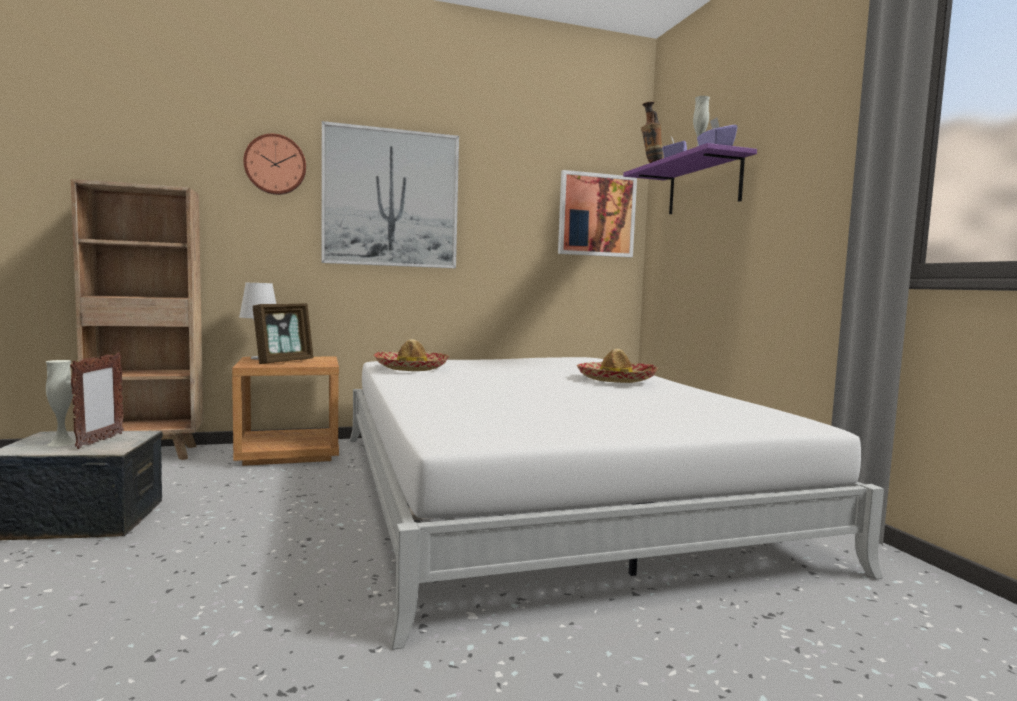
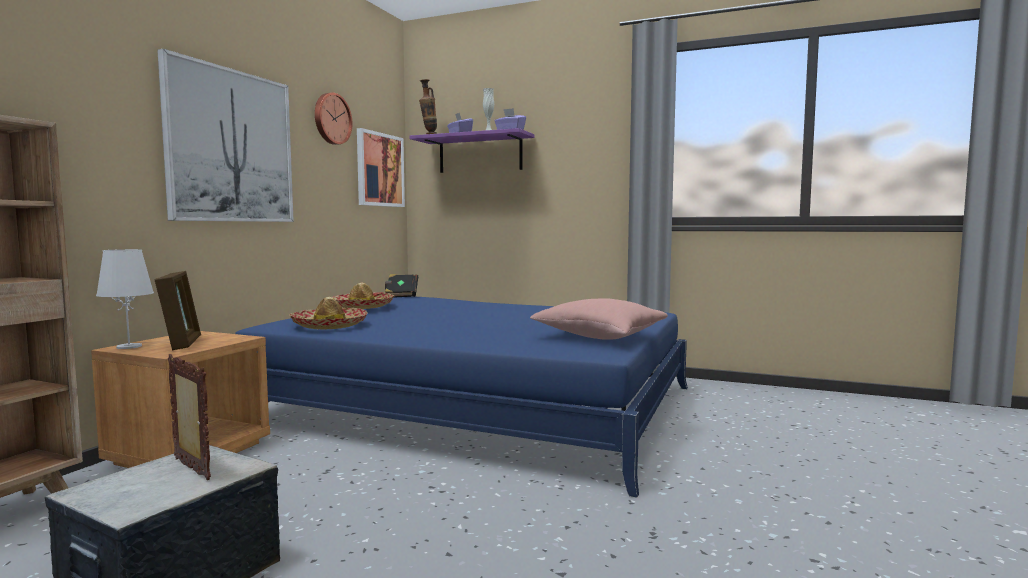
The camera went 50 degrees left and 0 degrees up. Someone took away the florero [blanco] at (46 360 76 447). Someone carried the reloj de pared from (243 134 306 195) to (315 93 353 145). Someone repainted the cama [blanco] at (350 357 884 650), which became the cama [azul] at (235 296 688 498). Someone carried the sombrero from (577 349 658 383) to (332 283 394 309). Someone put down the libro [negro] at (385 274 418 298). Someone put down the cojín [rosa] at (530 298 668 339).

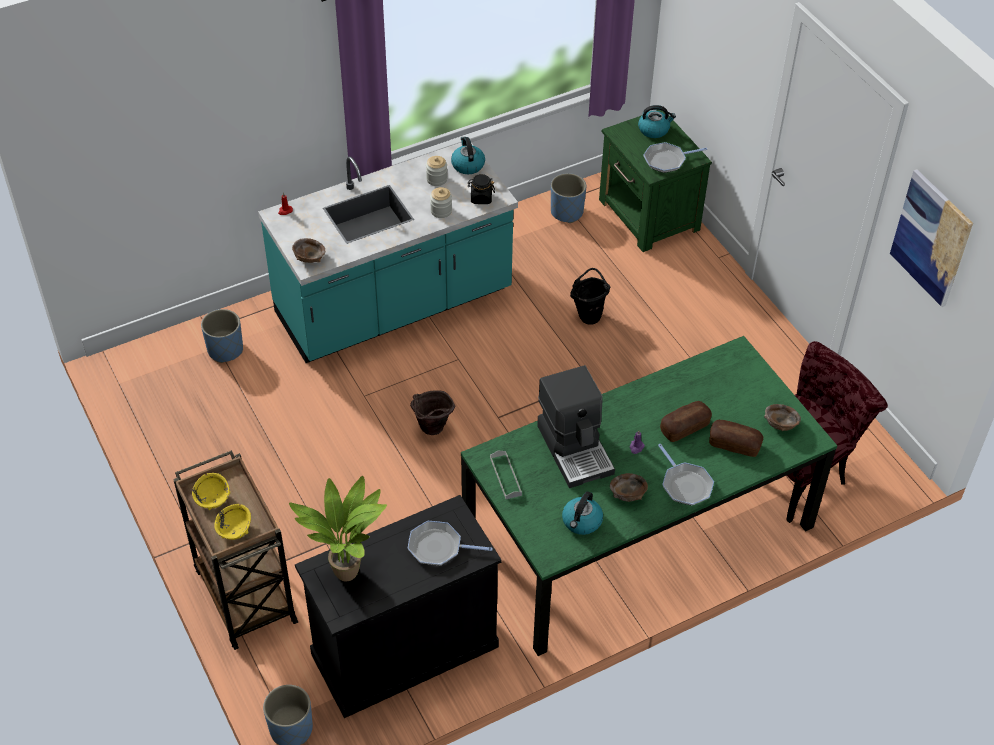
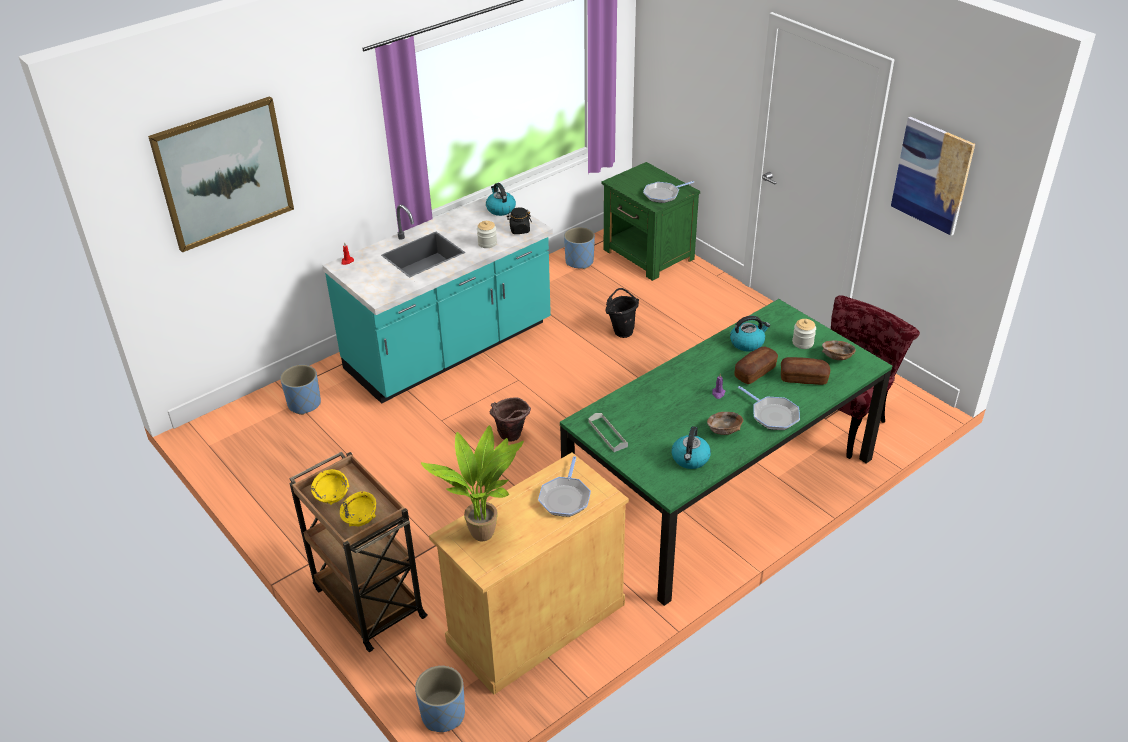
The camera went 10 degrees left and 10 degrees down. Someone took away the cuenco [marrón] at (292 238 325 263). Someone repainted the armario [negro] at (295 495 502 718), which became the armario [beis] at (429 453 629 695). Someone rotated the sartén at (408 521 492 565) by 75 degrees counterclockwise. Someone carried the tarro from (426 156 447 186) to (792 319 816 349). Someone took away the cafetera at (537 365 615 488). Someone carried the hervidor from (638 105 676 138) to (730 316 770 352). Someone put up the cuadro at (148 96 294 252).

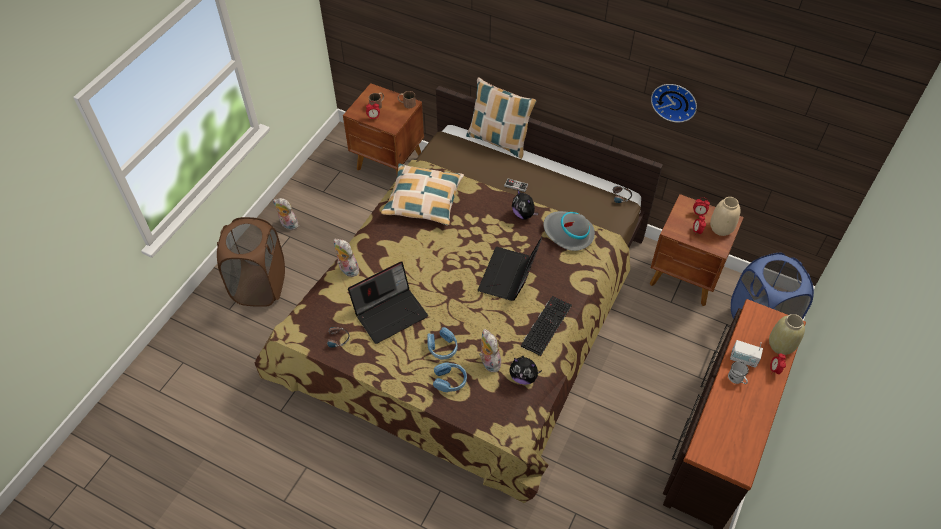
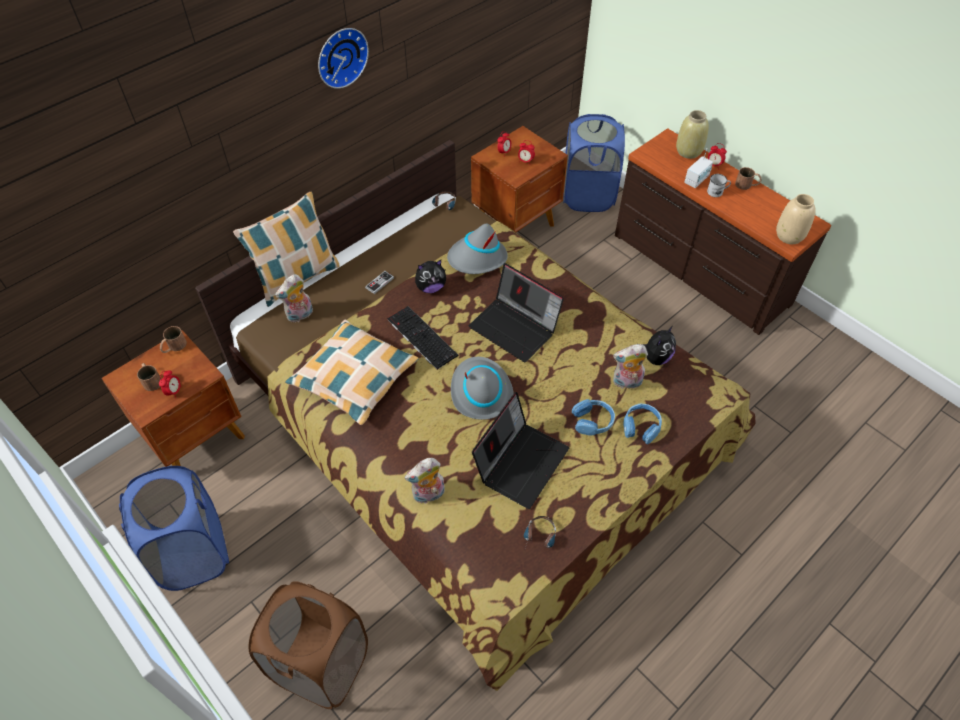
The camera went 70 degrees left and 0 degrees up. Someone carried the peluche from (273 198 299 230) to (275 274 313 322). Someone rotated the portátil at (348 261 428 344) by 45 degrees clockwise. Someone carried the teclado from (521 296 572 356) to (387 306 458 370). Someone carried the reloj de pared from (651 84 697 122) to (318 28 369 89). Someone carried the florero [beis] from (710 197 740 236) to (776 194 816 244). Someone put down the cesto de la ropa [azul] at (119 466 229 591). Someone put down the sombrero [gris] at (451 357 514 420). Someone put down the taza grande [marrón] at (735 167 761 190).

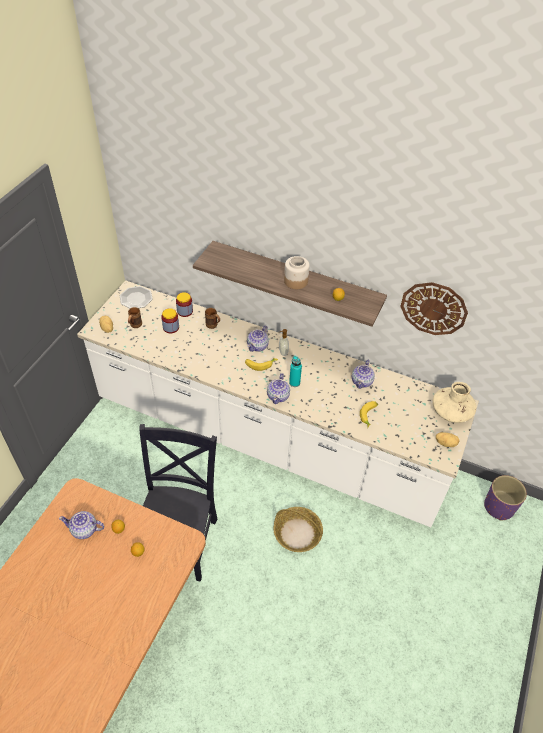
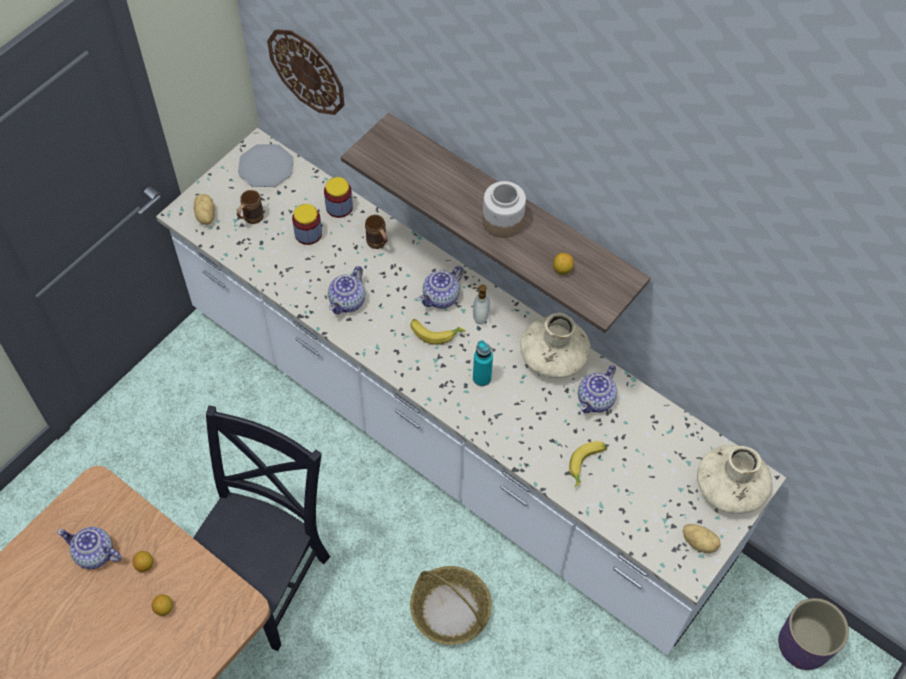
The camera went 15 degrees right and 10 degrees up. Someone carried the tetera from (267 373 290 404) to (328 266 365 314). Someone carried the reloj de pared from (400 282 468 335) to (267 29 344 115). Someone put down the florero [beis] at (520 313 591 378).

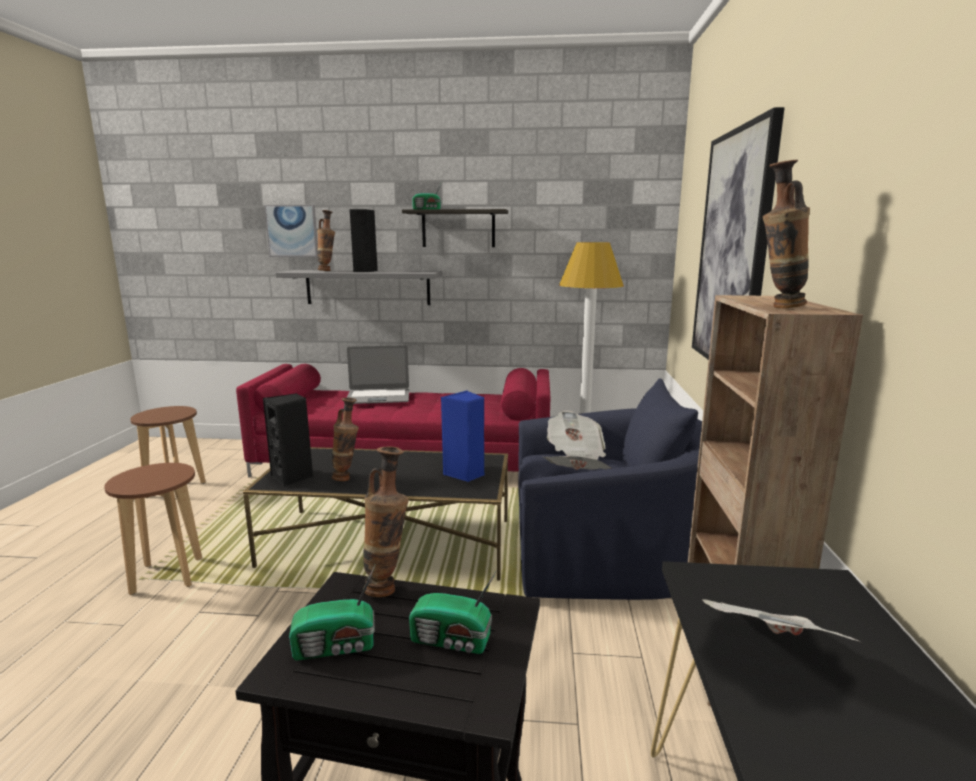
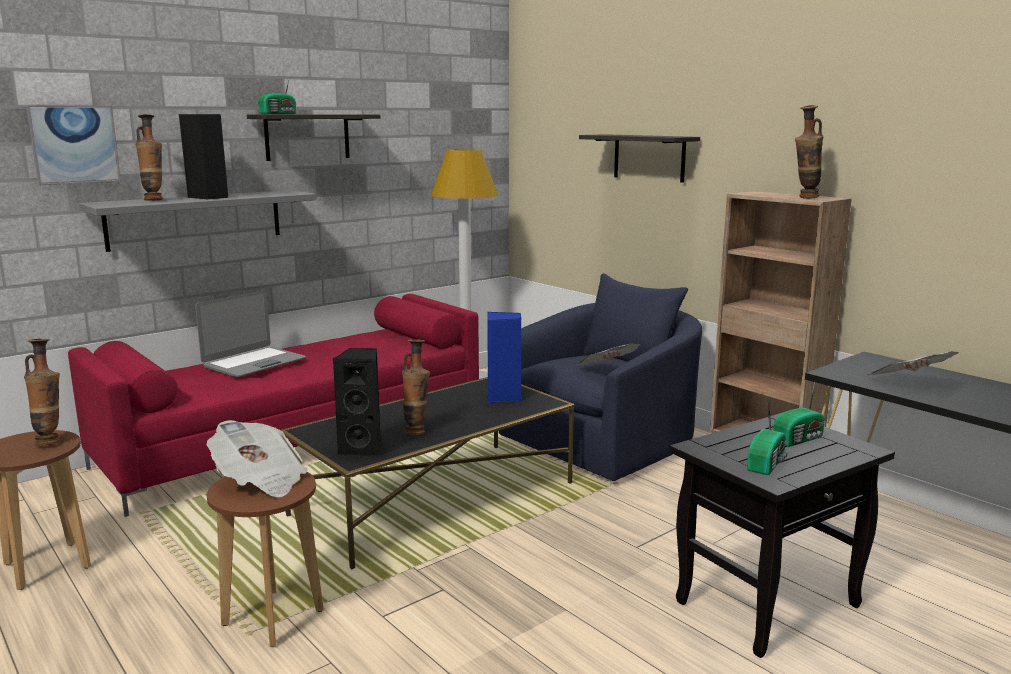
The camera went 45 degrees left and 0 degrees up. Someone carried the florero from (363 447 409 597) to (24 338 60 446). Someone carried the periódico from (547 411 606 460) to (207 420 308 497). Someone swapped the cuadro at (692 107 785 360) for the estante at (579 134 700 183).

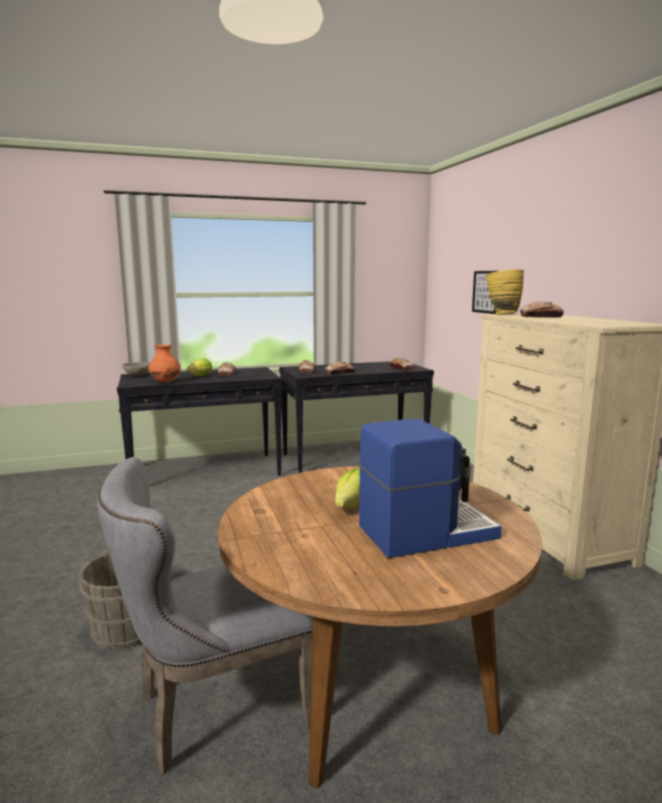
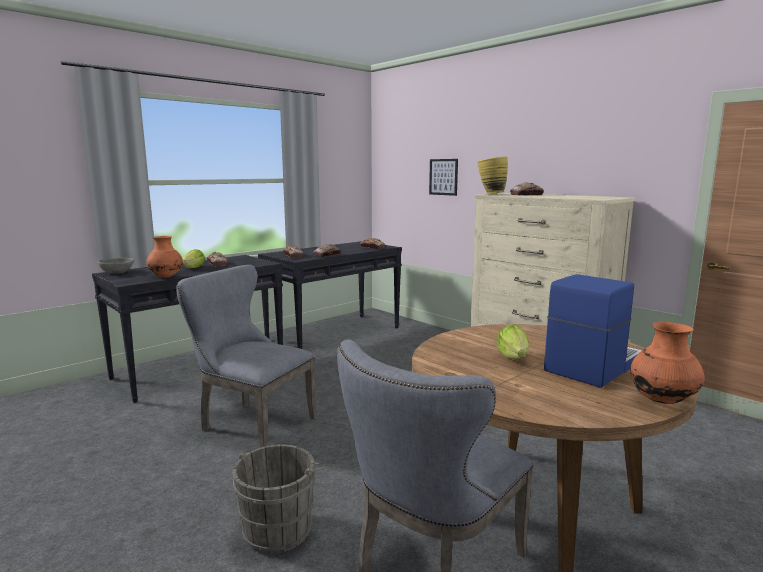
The camera went 25 degrees left and 0 degrees up. Someone put down the silla [gris] at (176 265 317 448). Someone put down the florero [naranja] at (630 322 705 404).

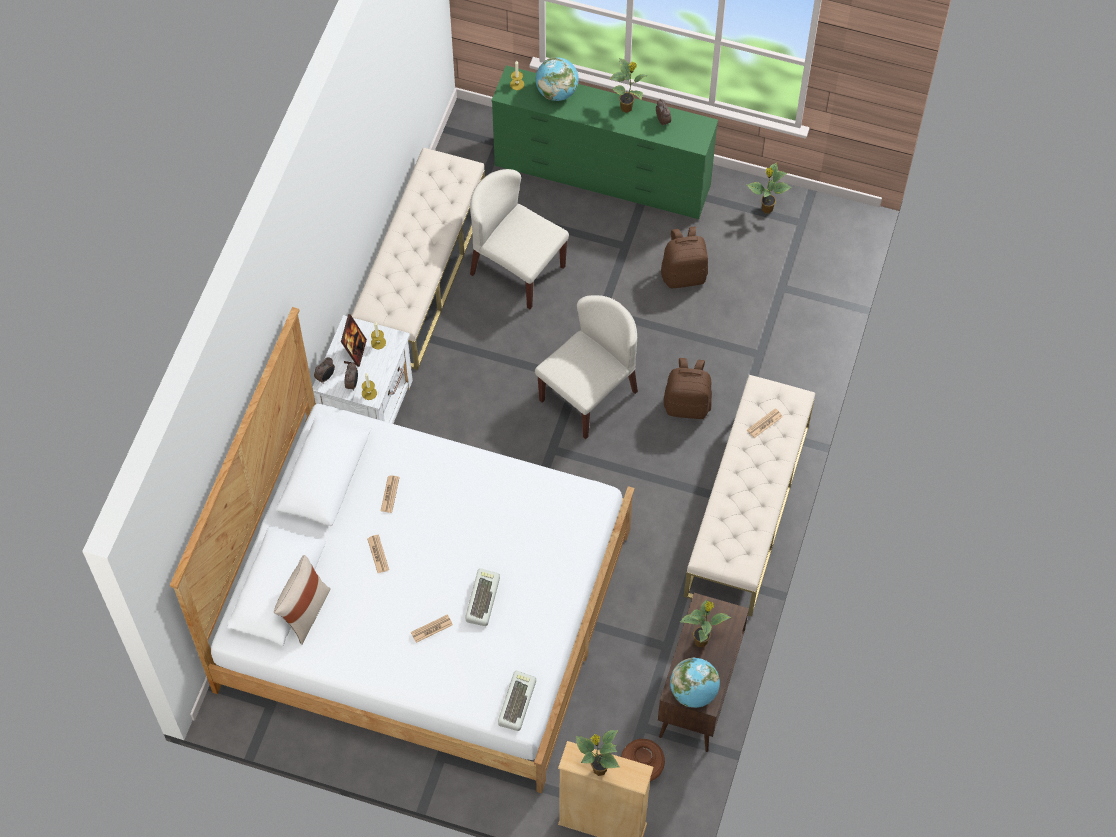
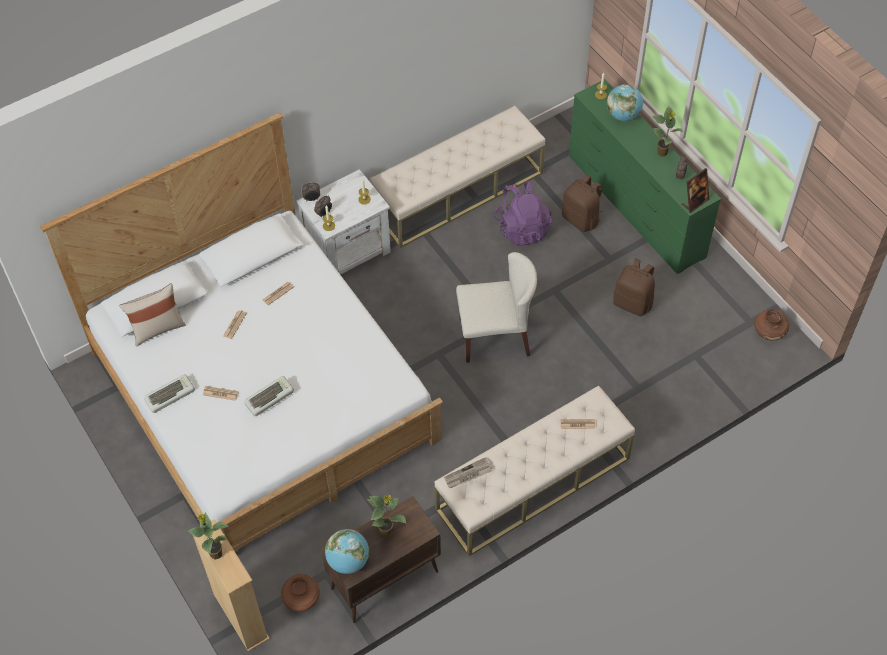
The camera went 40 degrees right and 5 degrees down. Someone carried the portarretratos from (341 314 367 367) to (682 168 709 213). Someone swapped the silla [beis] at (470 169 569 309) for the mochila [morado] at (494 181 552 246). Someone carried the teclado from (498 671 536 731) to (144 374 195 413). Someone carried the mochila [marrón] from (664 358 712 419) to (562 174 603 232). Someone took away the planta en maceta at (747 163 792 213). Someone put down the periódico at (444 457 492 488). Someone put down the florero [marrón] at (754 309 789 341).

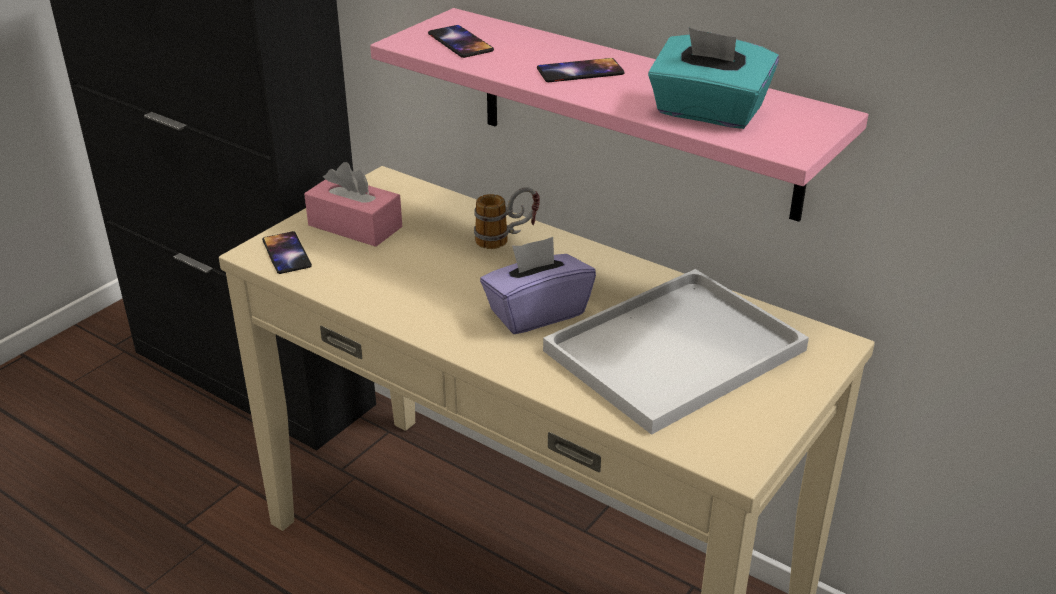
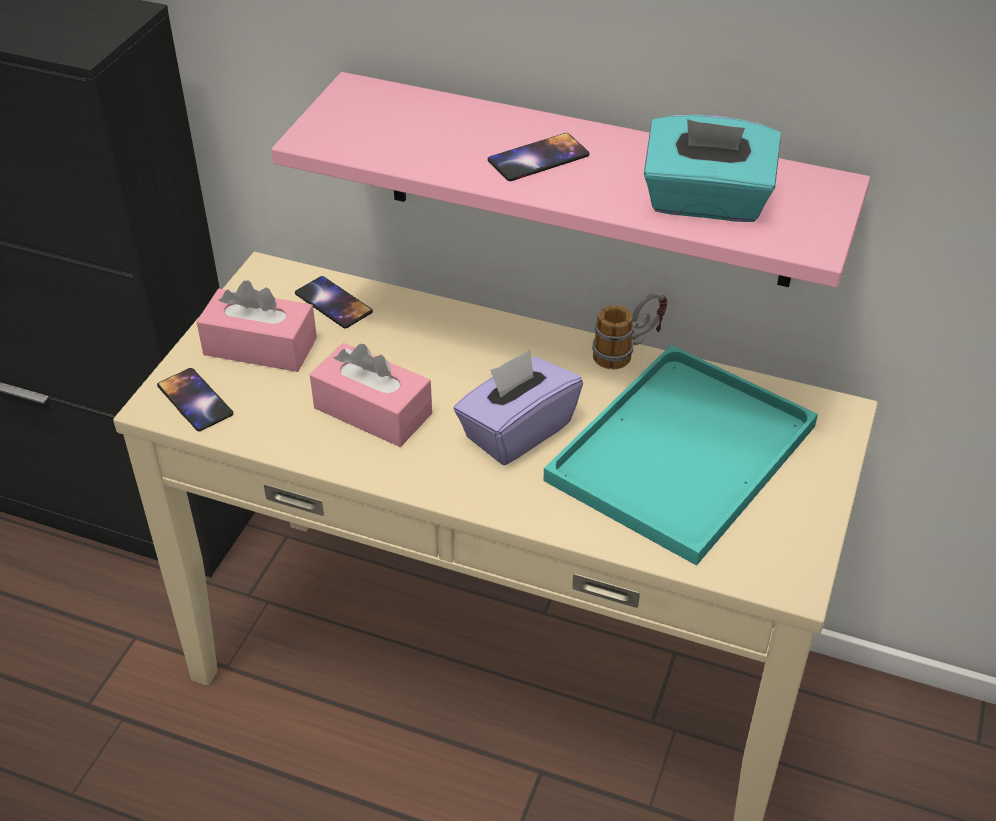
The camera went 15 degrees left and 10 degrees up. Someone carried the móvil from (428 25 494 58) to (295 276 373 329). Someone carried the taza grande from (474 187 540 249) to (592 293 668 369). Someone repainted the bandeja [blanco] at (543 269 809 435), which became the bandeja [turquesa] at (543 345 818 566). Someone put down the caja de pañuelos [rosa] at (310 343 432 447).

